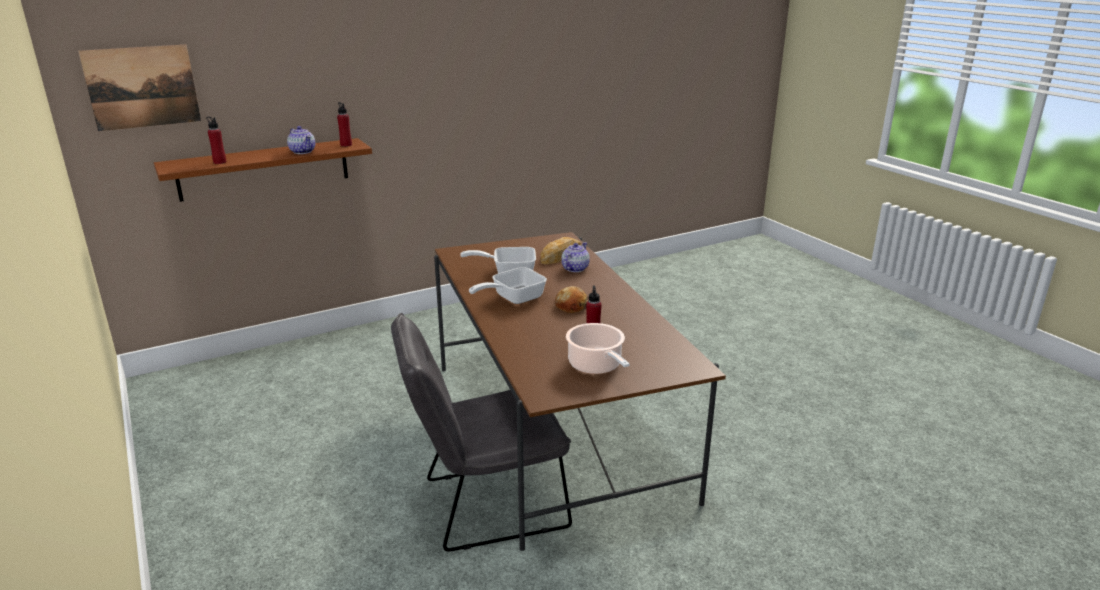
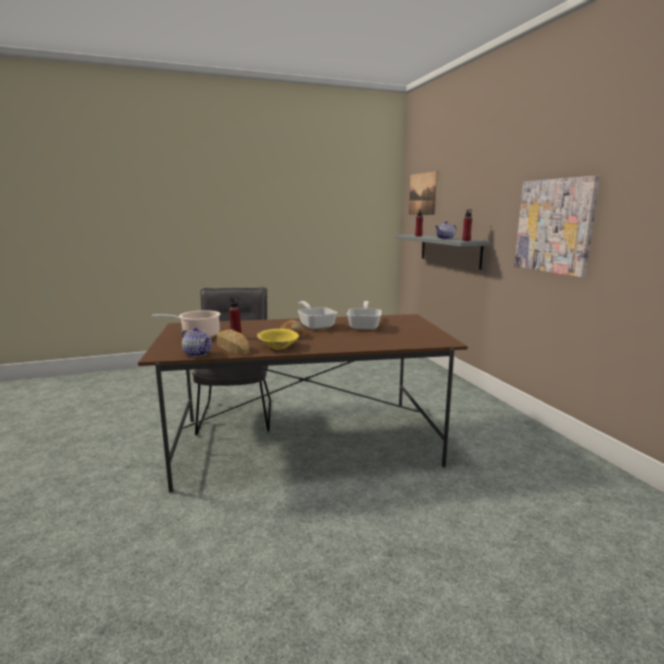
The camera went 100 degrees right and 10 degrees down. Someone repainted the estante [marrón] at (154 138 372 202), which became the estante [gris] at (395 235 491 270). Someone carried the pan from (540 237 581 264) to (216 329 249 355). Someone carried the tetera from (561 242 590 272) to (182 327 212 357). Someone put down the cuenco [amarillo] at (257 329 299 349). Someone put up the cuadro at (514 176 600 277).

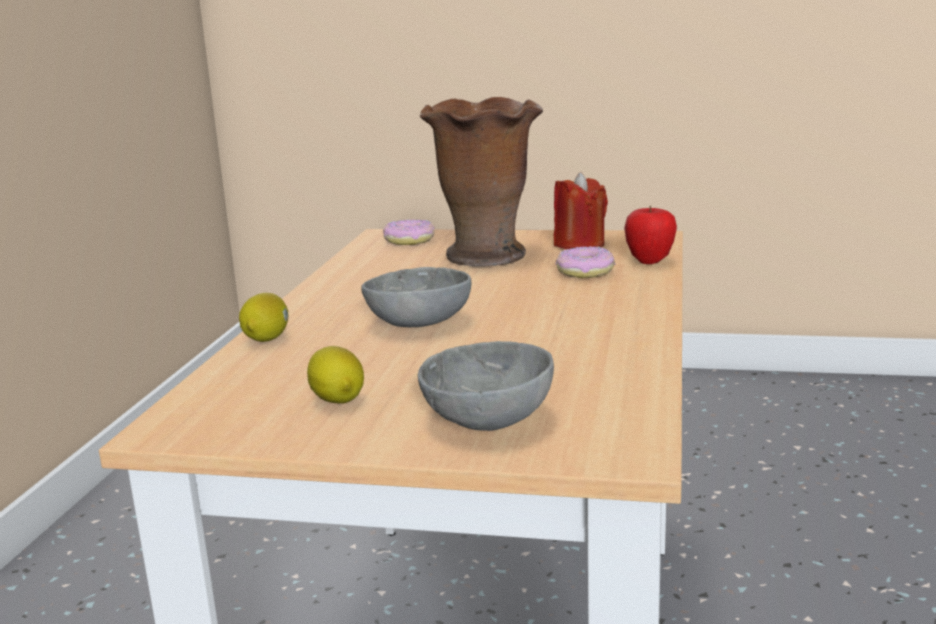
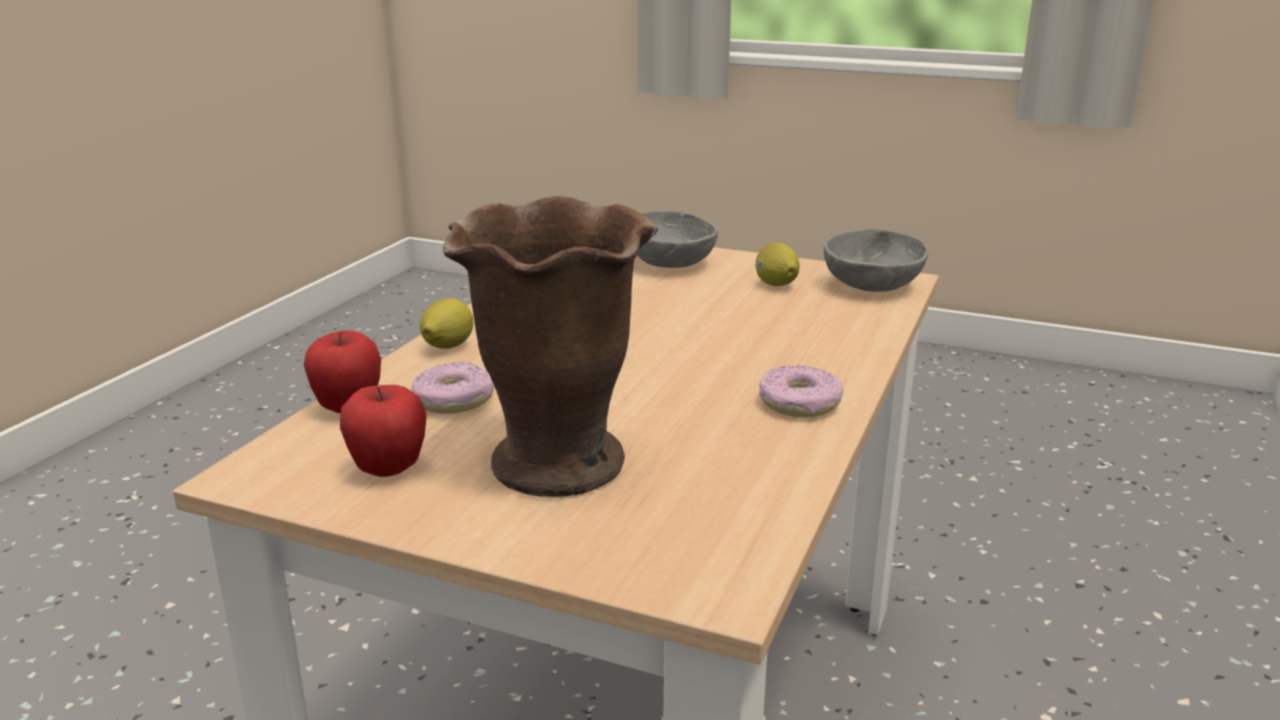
The camera went 170 degrees left and 5 degrees up. Someone carried the limón from (239 293 288 342) to (420 298 473 349). Someone carried the cuenco [gris] from (361 267 471 327) to (824 229 928 292). Someone carried the rosquilla from (383 220 435 245) to (759 365 843 417). Someone swapped the vela [rojo] at (554 172 608 250) for the manzana at (340 385 427 477).

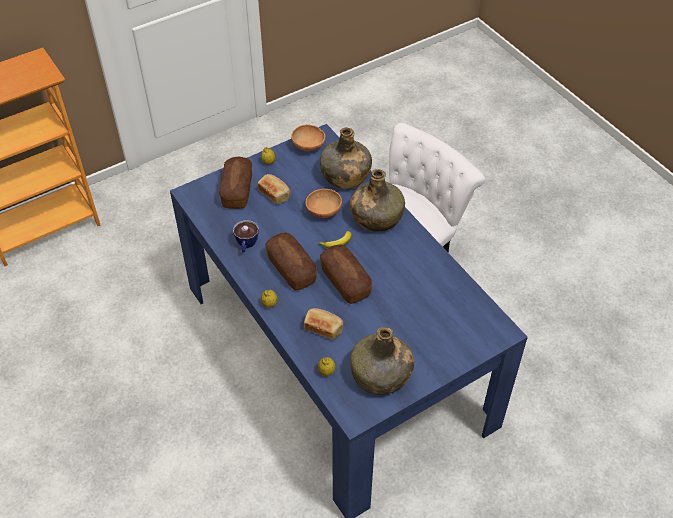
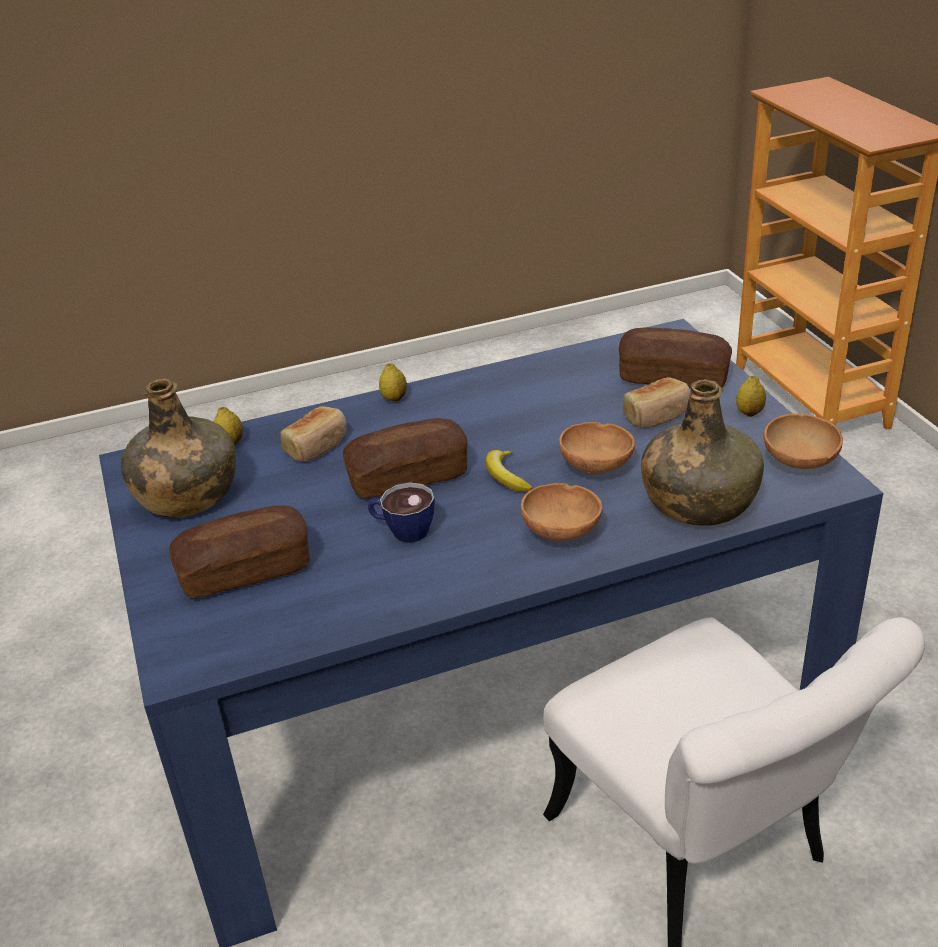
The camera went 105 degrees right and 15 degrees down. Someone carried the taza from (233 220 259 252) to (367 482 435 543). Someone carried the pan from (265 232 317 290) to (169 505 310 598). Someone swapped the botella [verde] at (350 169 405 232) for the cuenco [marrón] at (521 483 602 541).

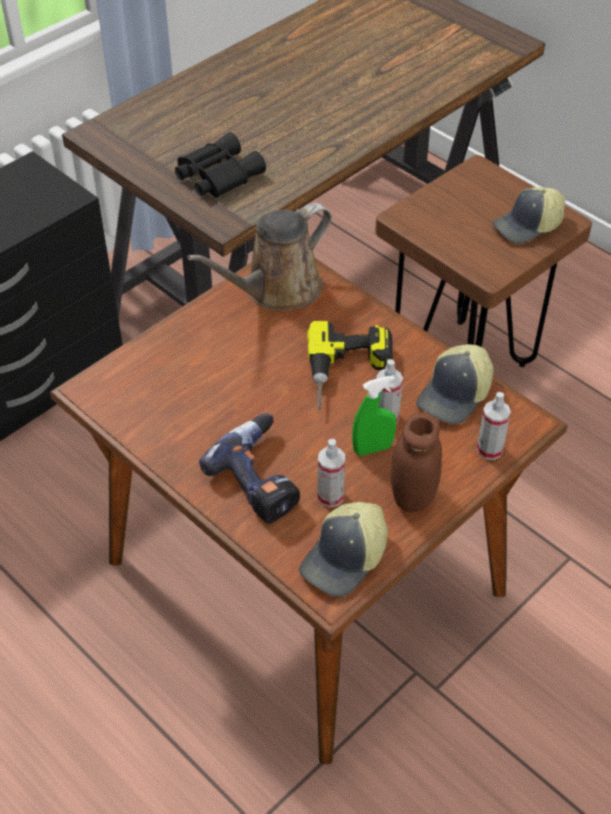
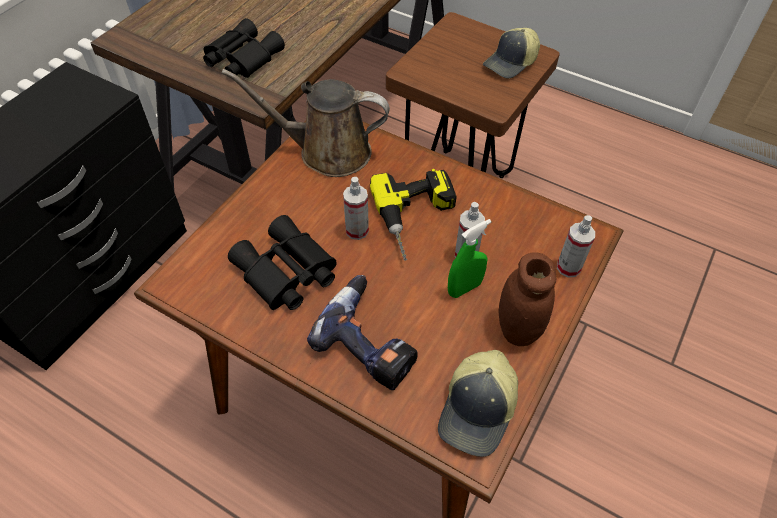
The camera went 15 degrees left and 5 degrees up. Someone rotated the regadera [marrón] at (187 203 331 311) by 60 degrees clockwise. Someone carried the pulverizador from (317 439 345 507) to (343 177 369 240). Someone took away the gorra at (416 344 494 425). Someone put down the prismáticos [negro] at (228 215 337 310).

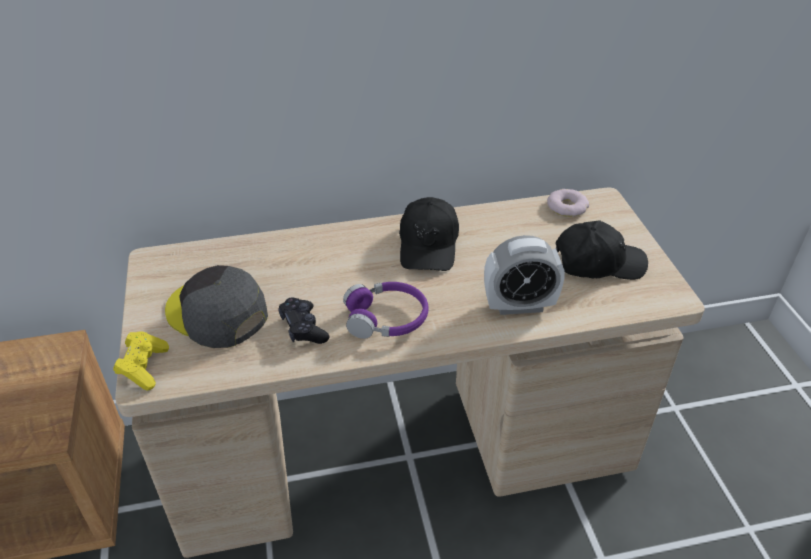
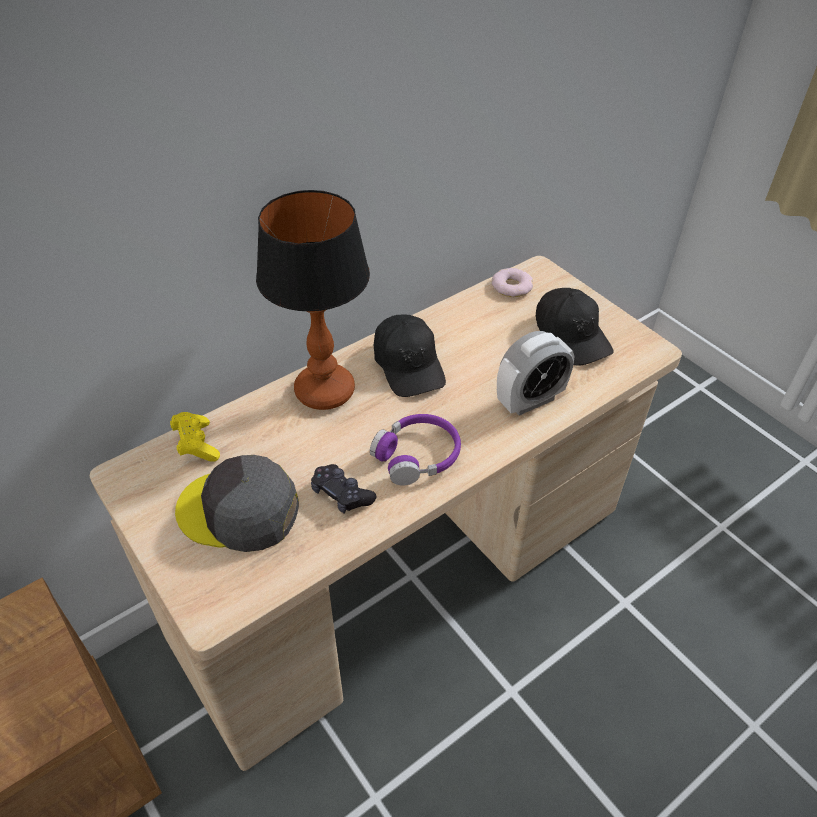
The camera went 25 degrees left and 5 degrees up. Someone carried the mando de consola [amarillo] from (113 331 169 391) to (170 412 220 462). Someone rotated the gorra [negro] at (555 220 648 280) by 90 degrees clockwise. Someone put down the lámpara de mesa at (256 190 370 410).

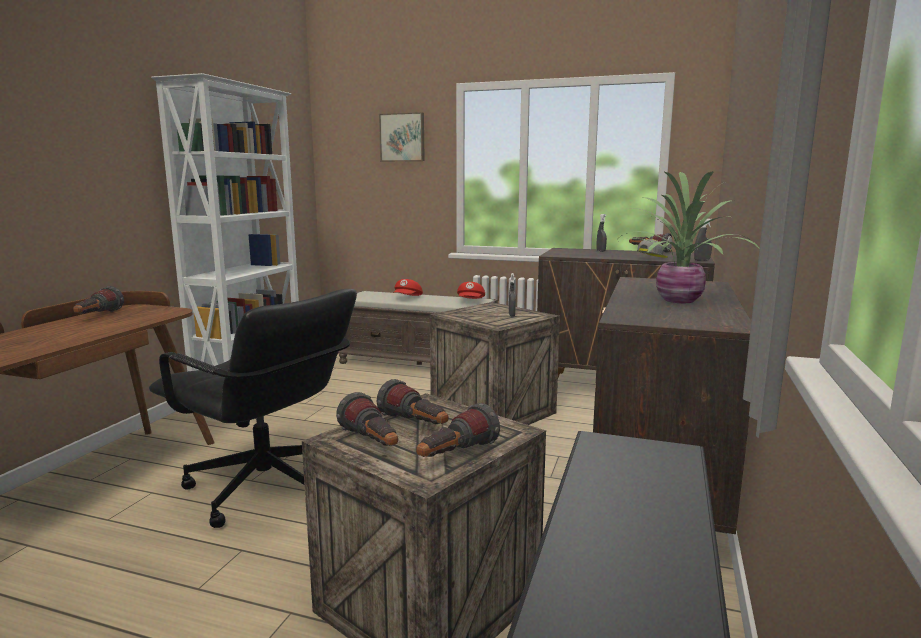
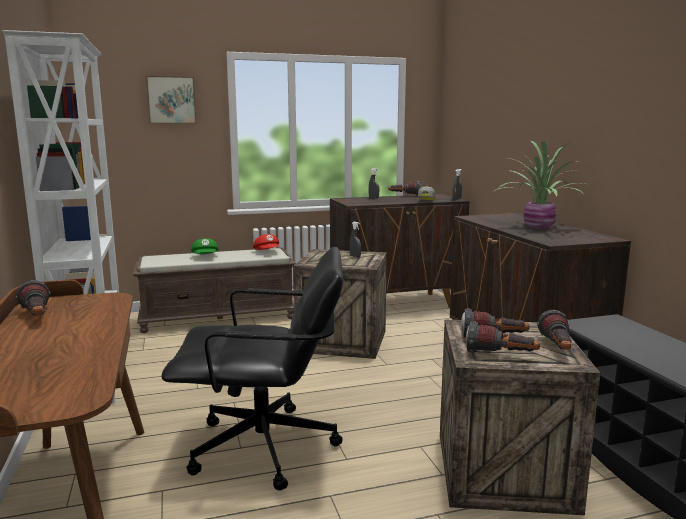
The camera went 35 degrees left and 0 degrees up. Someone repainted the gorra [rojo] at (393 279 423 296), which became the gorra [verde] at (191 238 219 254).

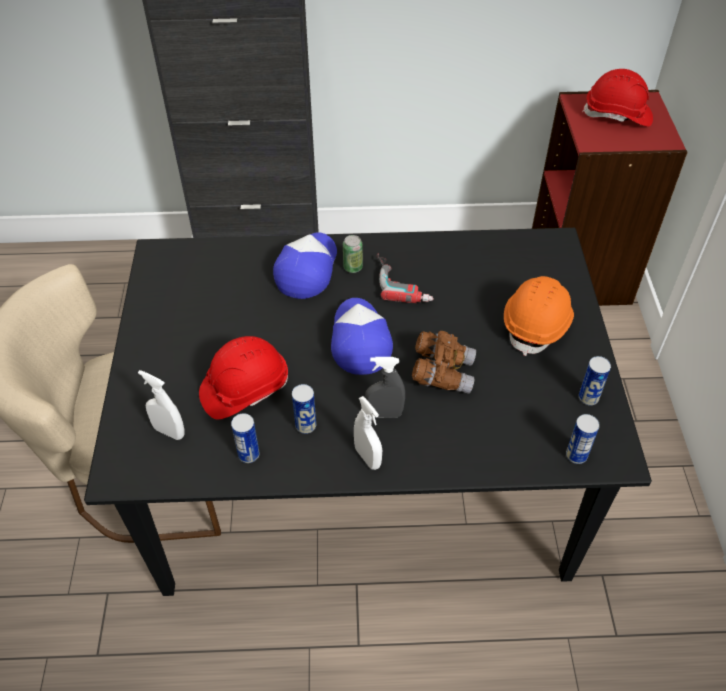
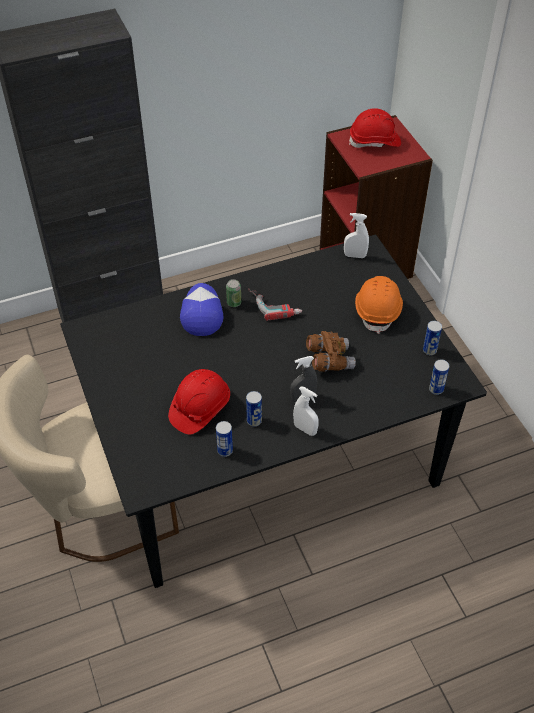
The camera went 20 degrees left and 0 degrees up. Someone carried the pulverizador [blanco] from (138 370 185 440) to (344 213 369 258). Someone took away the gorra at (331 298 393 375).

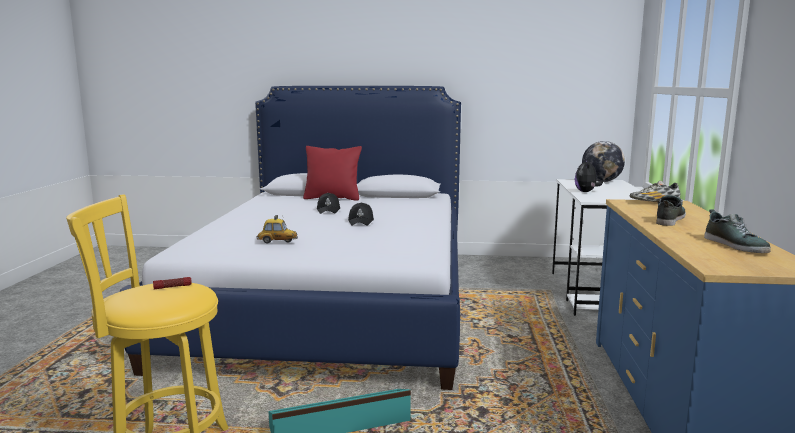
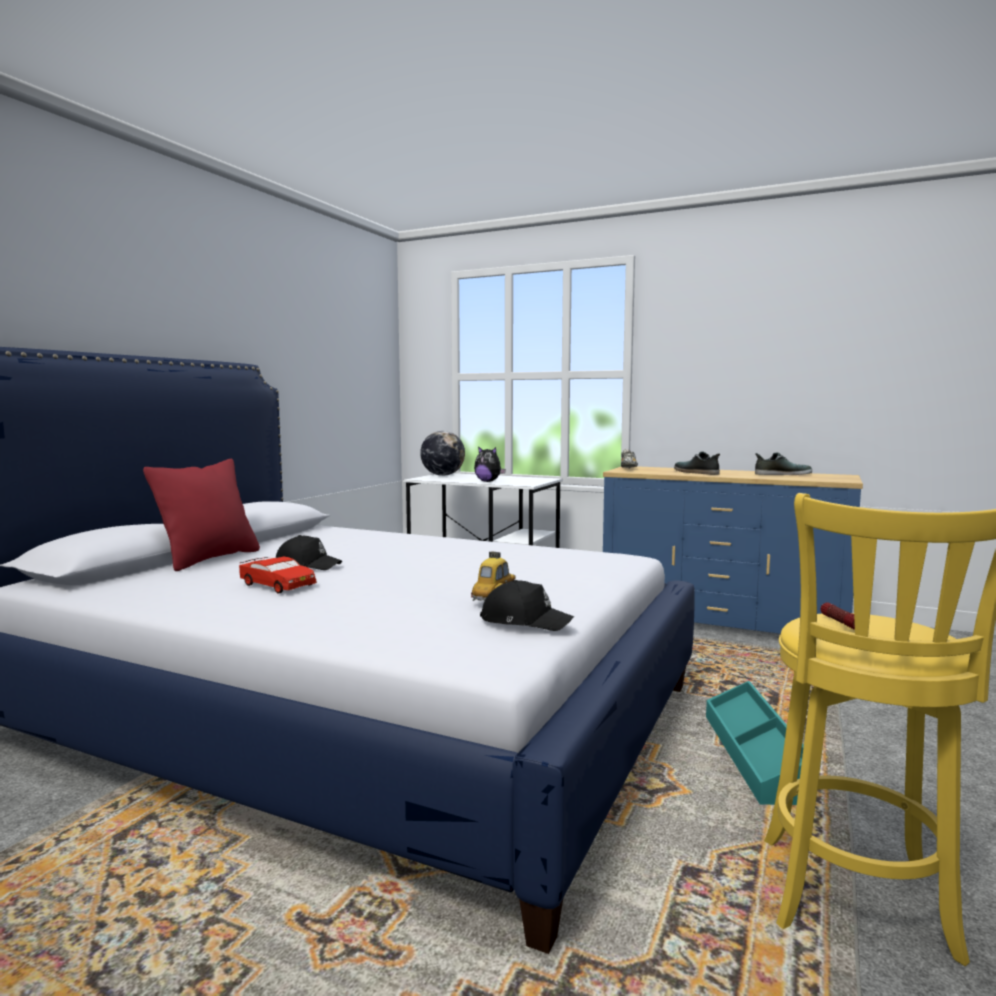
The camera went 70 degrees left and 5 degrees down. Someone carried the gorra [negro] from (348 202 374 226) to (480 580 574 631). Someone put down the coche de juguete [rojo] at (239 557 317 593).

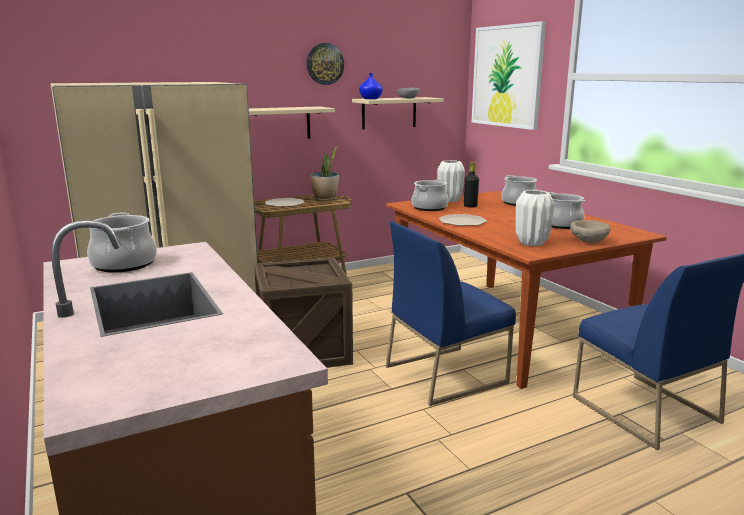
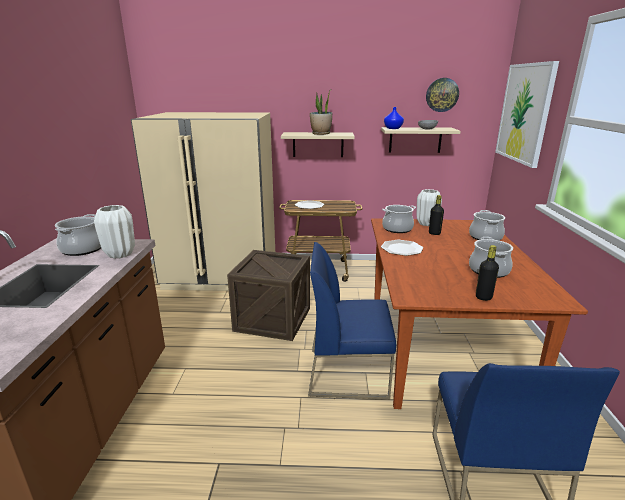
The camera went 30 degrees right and 5 degrees up. Someone carried the reloj de pared from (306 43 344 85) to (426 78 459 112). Someone carried the planta en maceta from (310 146 339 201) to (310 91 332 135). Someone carried the florero [blanco] from (516 190 554 246) to (94 205 135 259). Someone swapped the cuenco [beis] at (570 220 611 243) for the botella [negro] at (476 245 499 301).

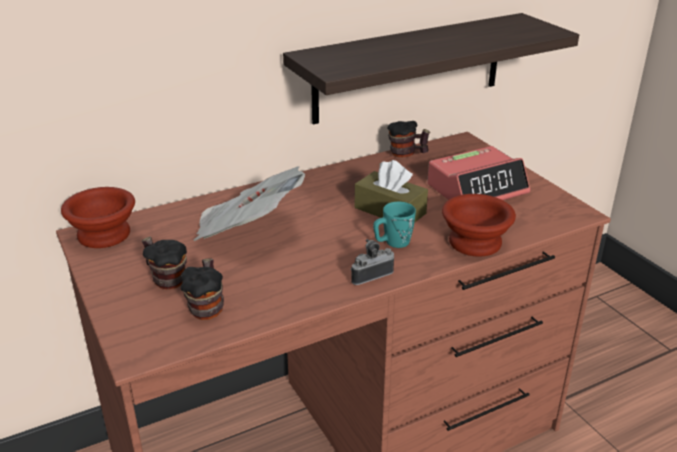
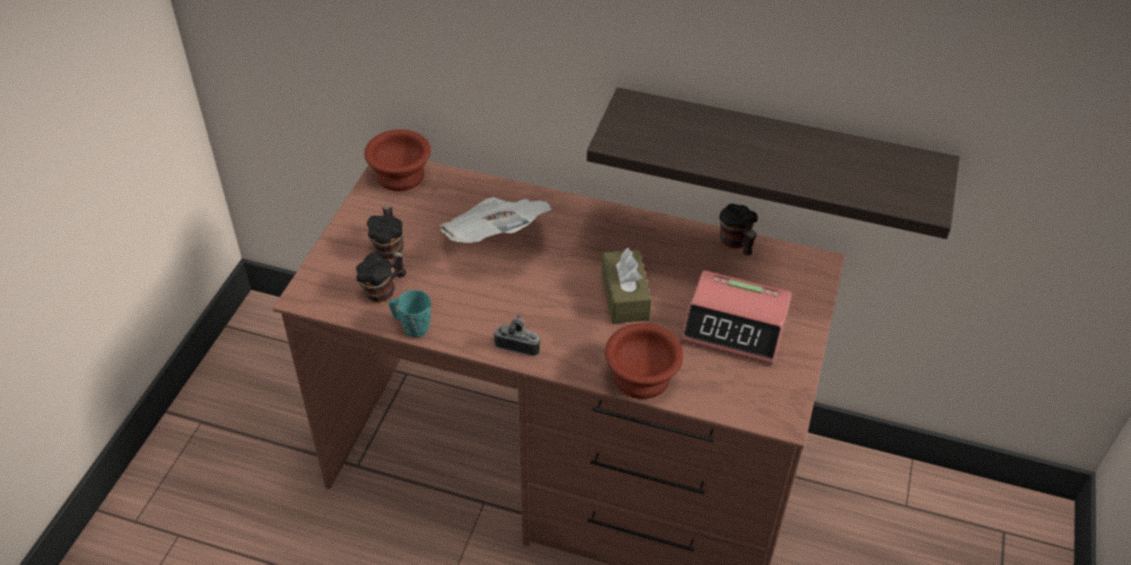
The camera went 45 degrees right and 15 degrees up. Someone carried the taza grande [turquesa] from (373 202 416 248) to (389 290 431 337).

